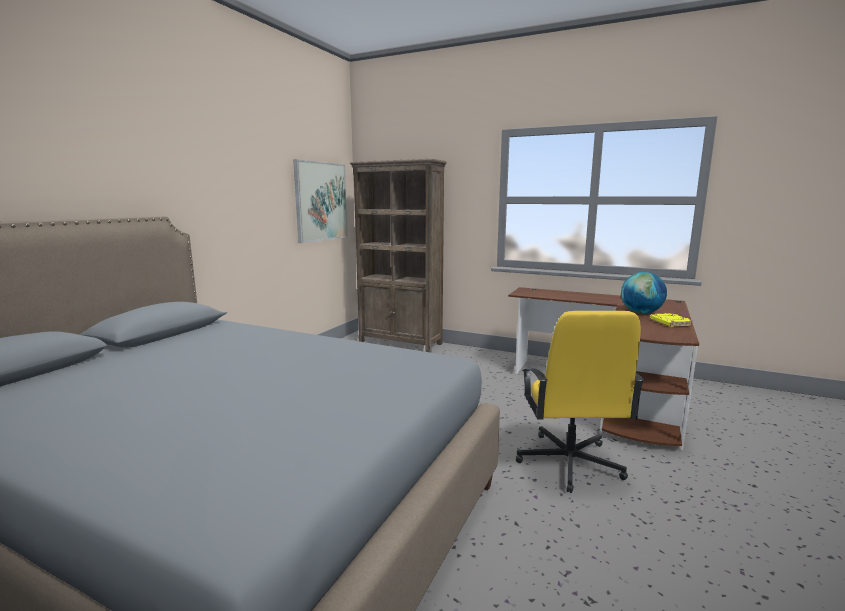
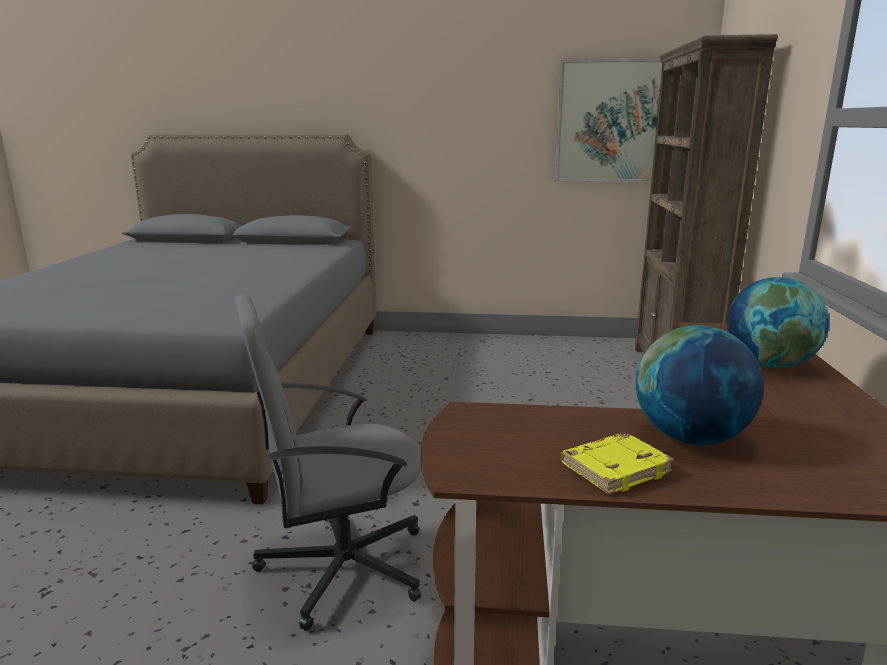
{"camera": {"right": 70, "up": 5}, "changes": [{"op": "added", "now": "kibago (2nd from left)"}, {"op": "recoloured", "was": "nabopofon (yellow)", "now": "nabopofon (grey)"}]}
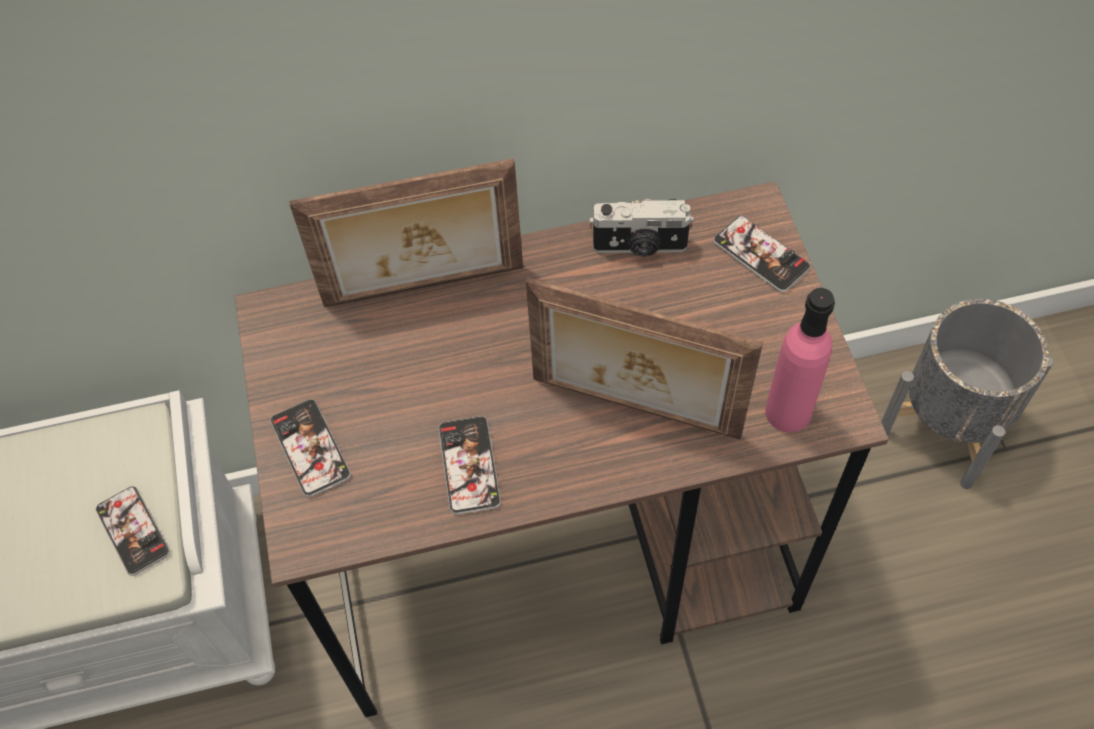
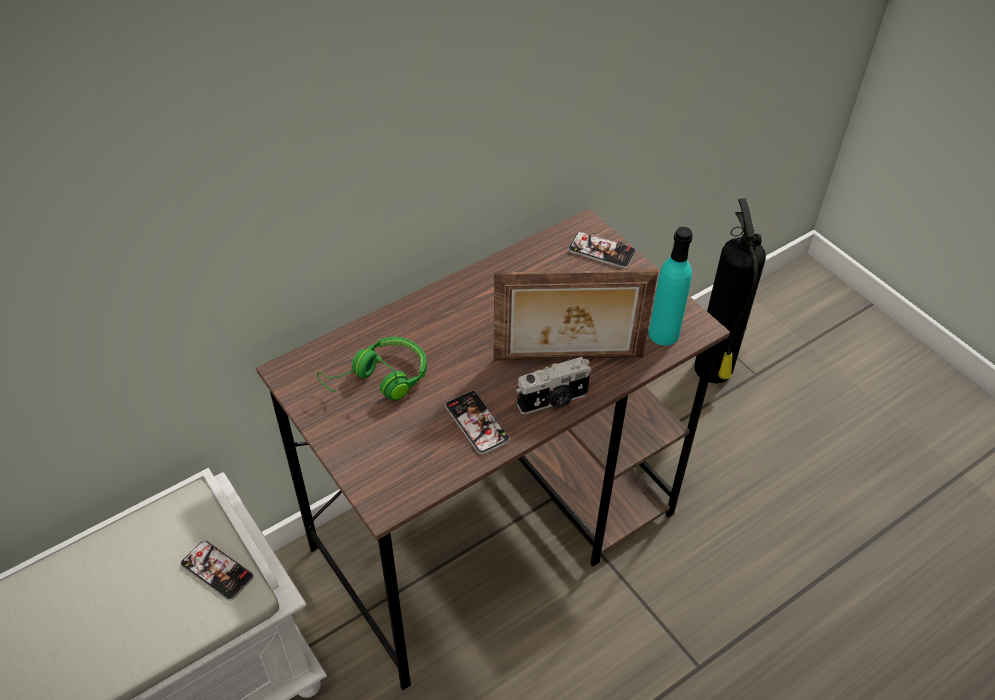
{"camera": {"right": -25, "up": -10}, "changes": [{"op": "removed", "was": "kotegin (2nd from left)"}, {"op": "removed", "was": "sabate (1st from left)"}, {"op": "added", "now": "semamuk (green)"}, {"op": "moved", "was": "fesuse"}, {"op": "replaced", "was": "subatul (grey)", "now": "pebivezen"}, {"op": "recoloured", "was": "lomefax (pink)", "now": "lomefax (turquoise)"}]}
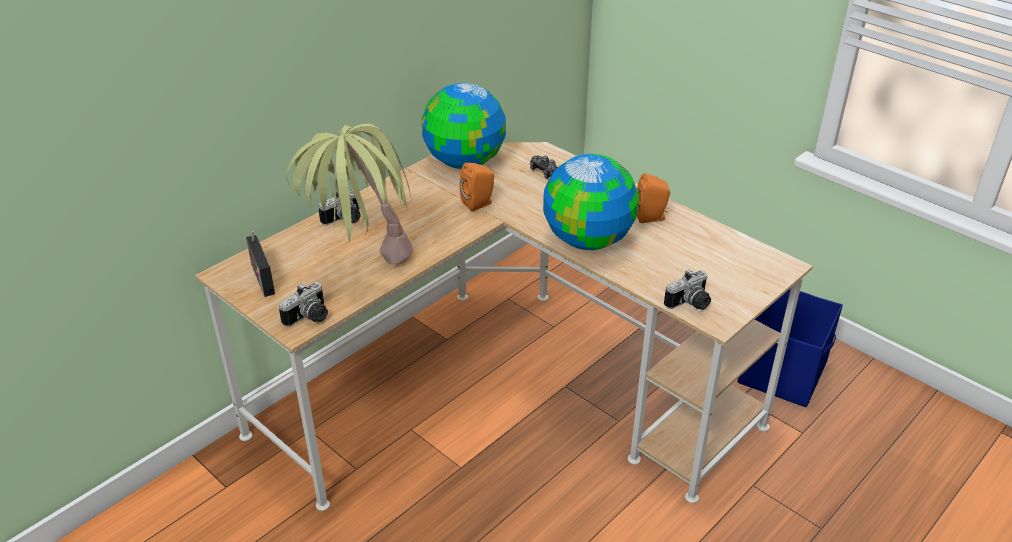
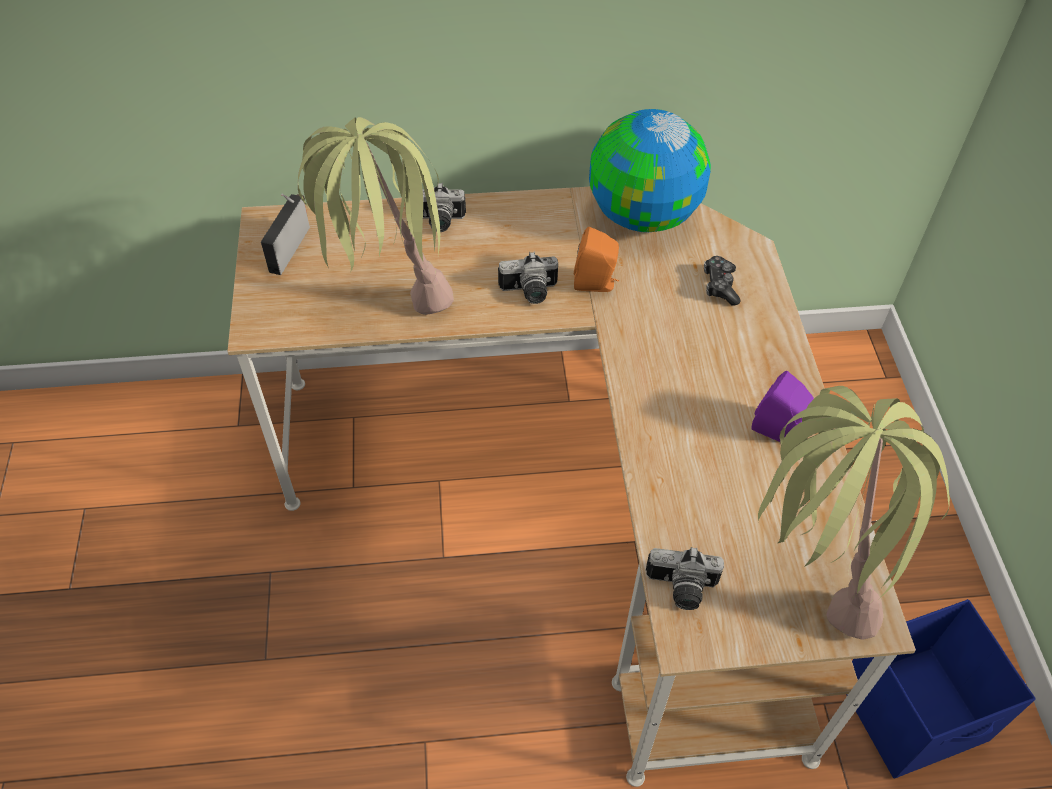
{"camera": {"right": 40, "up": 15}, "changes": [{"op": "removed", "was": "kibago (2nd from left)"}, {"op": "added", "now": "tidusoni (2nd from left)"}, {"op": "moved", "was": "fesuse (1st from left in the first image)", "now": "fesuse (2nd from left)"}, {"op": "recoloured", "was": "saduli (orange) (2nd from left)", "now": "saduli (purple)"}]}
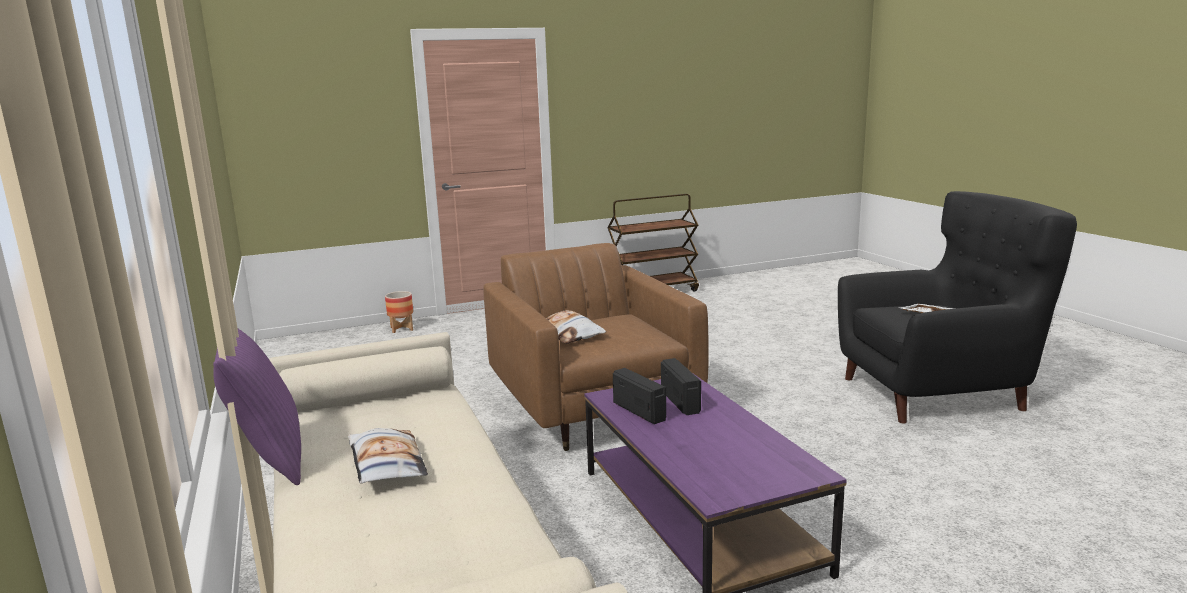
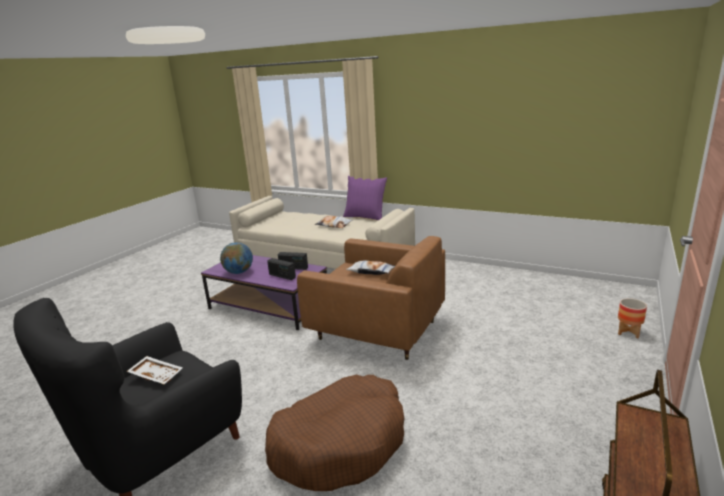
{"camera": {"right": 140, "up": 5}, "changes": [{"op": "added", "now": "kibago"}, {"op": "added", "now": "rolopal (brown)"}]}
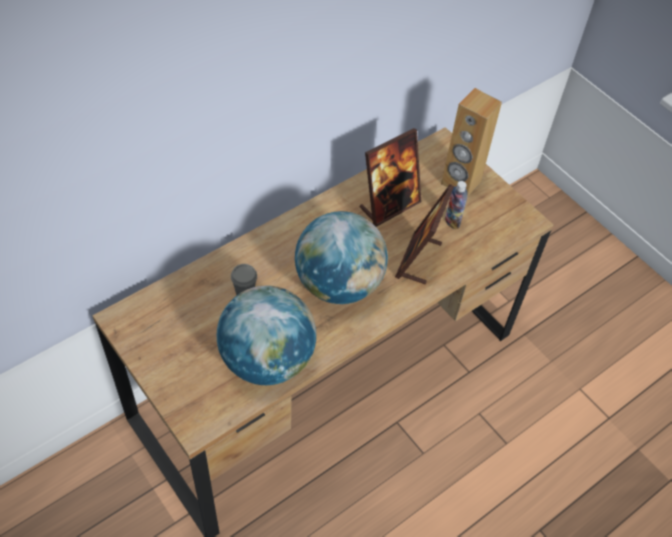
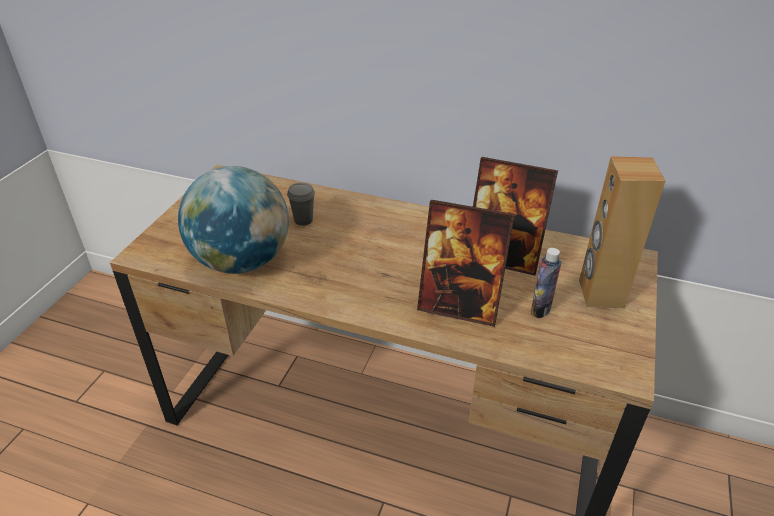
{"camera": {"right": 60, "up": -15}, "changes": [{"op": "removed", "was": "kibago (2nd from left)"}, {"op": "turned", "was": "sabate (2nd from left in the first image)", "clockwise": -150}]}
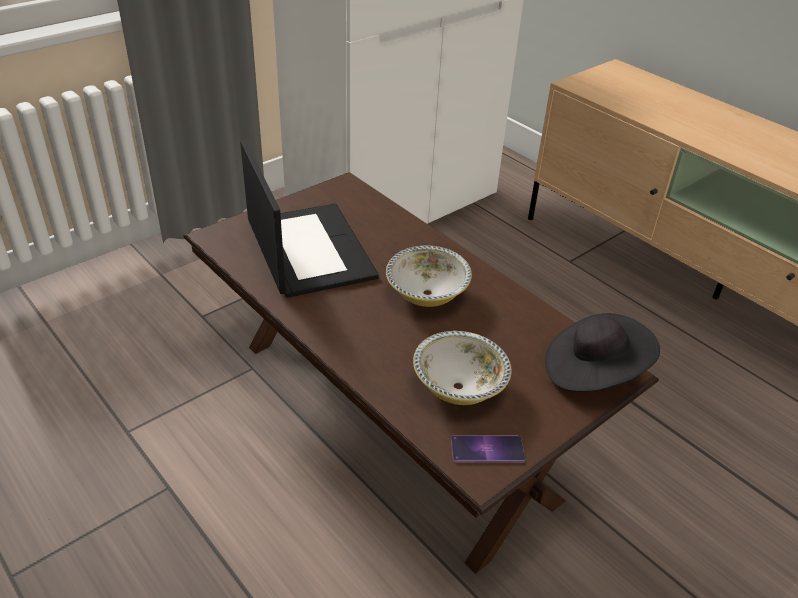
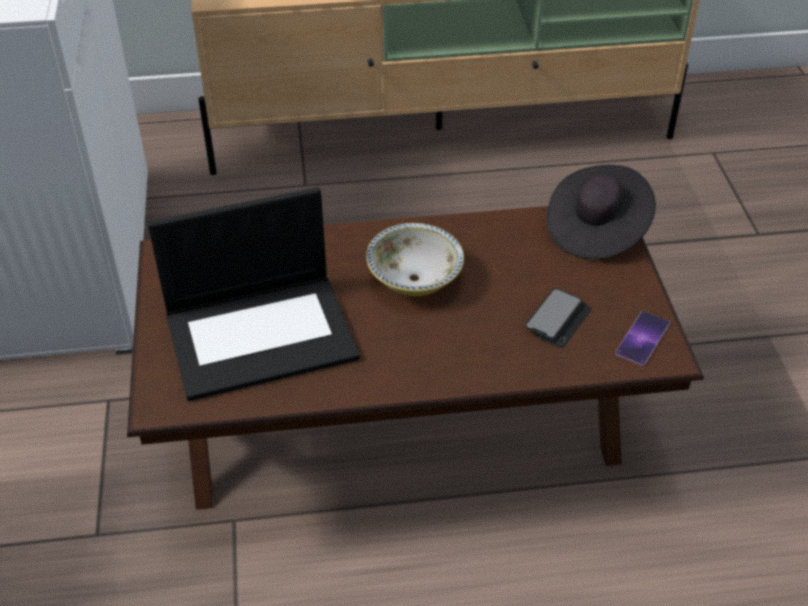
{"camera": {"right": -55, "up": 5}, "changes": [{"op": "replaced", "was": "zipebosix (2nd from left)", "now": "kotegin (1st from left)"}, {"op": "turned", "was": "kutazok", "clockwise": 150}]}
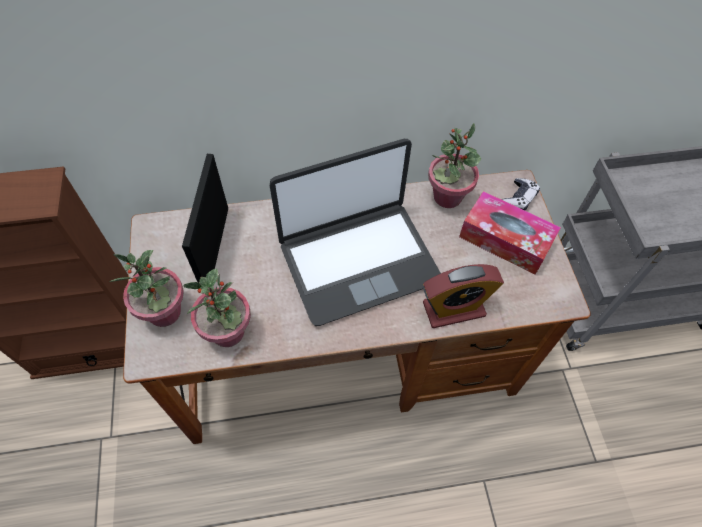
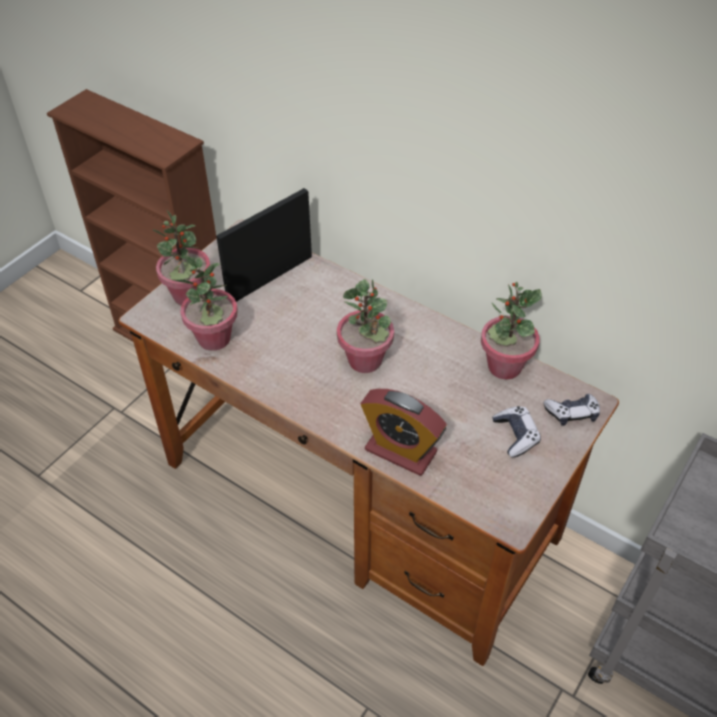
{"camera": {"right": 45, "up": -10}, "changes": [{"op": "replaced", "was": "kutazok", "now": "tidusoni (3rd from left)"}, {"op": "replaced", "was": "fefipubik", "now": "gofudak (1st from left)"}]}
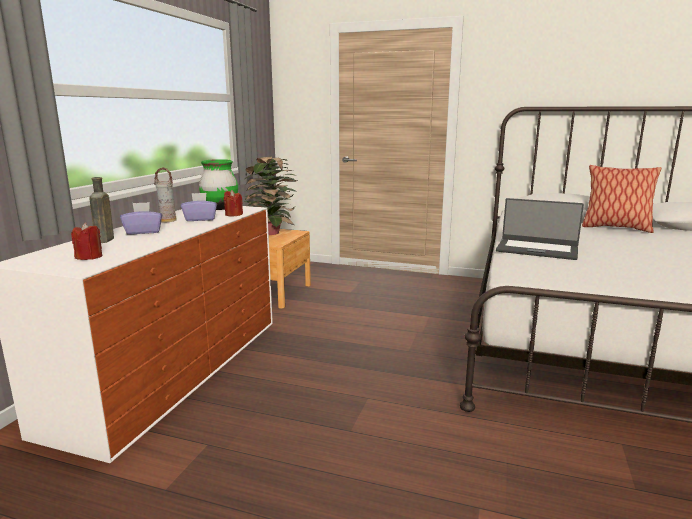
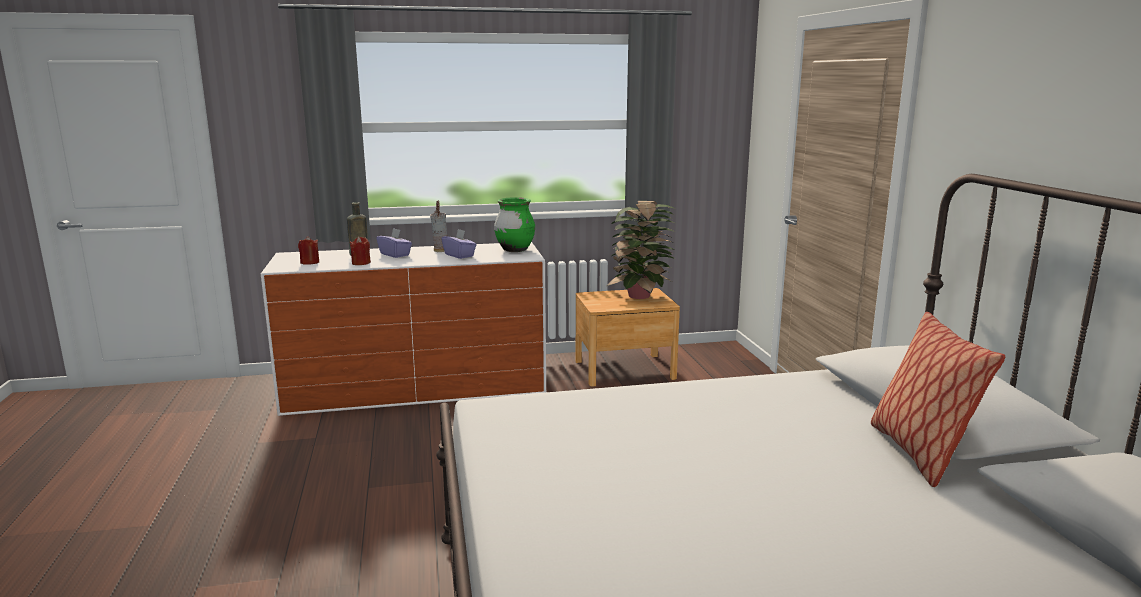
{"camera": {"right": 60, "up": 0}, "changes": [{"op": "removed", "was": "kutazok"}, {"op": "moved", "was": "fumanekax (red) (2nd from left)"}]}
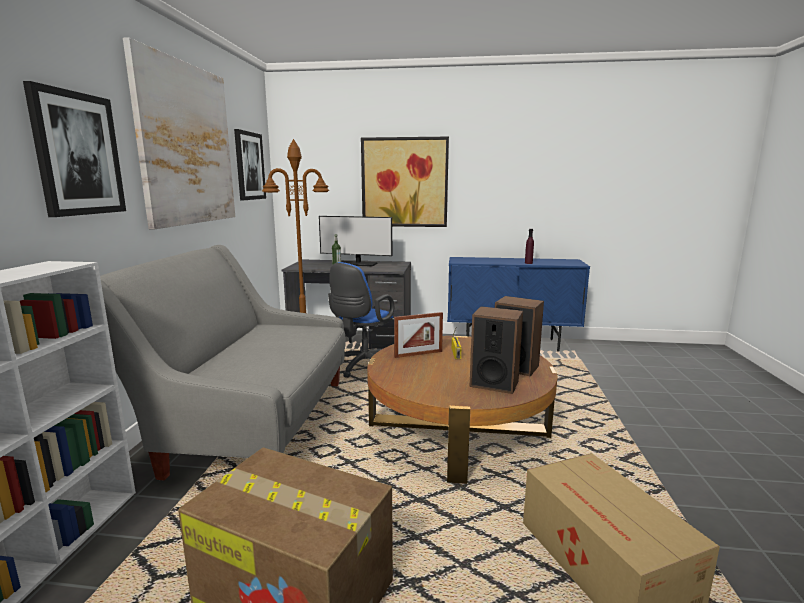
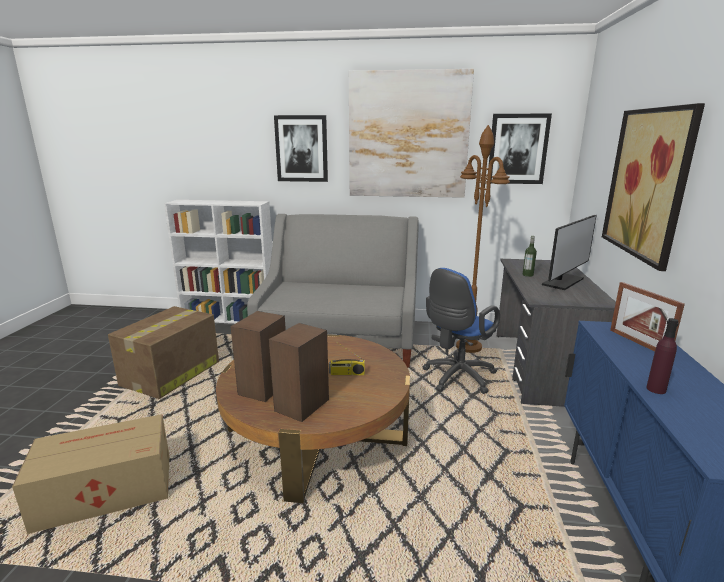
{"camera": {"right": 90, "up": 5}, "changes": [{"op": "moved", "was": "sabate"}, {"op": "turned", "was": "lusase", "clockwise": -150}, {"op": "turned", "was": "nabopofon (blue)", "clockwise": -75}]}
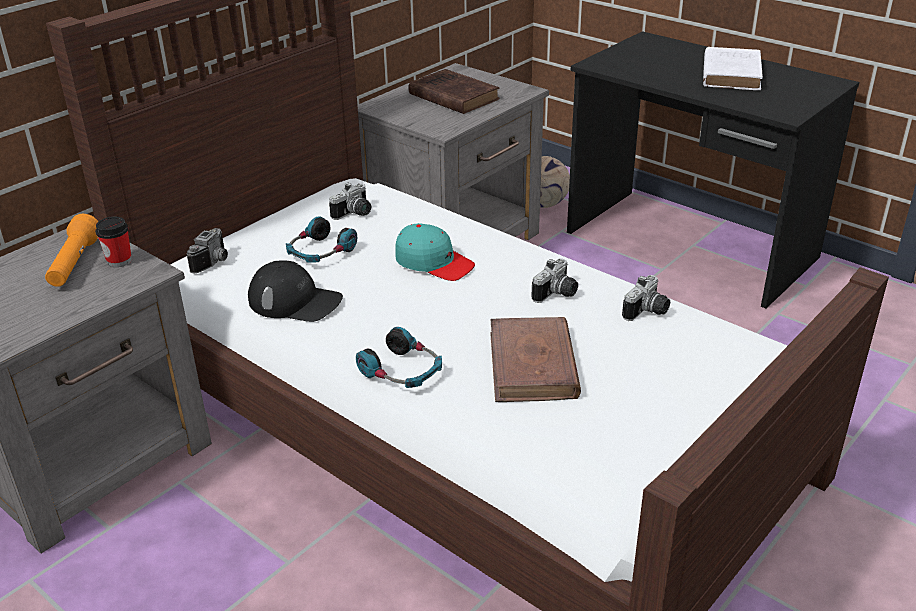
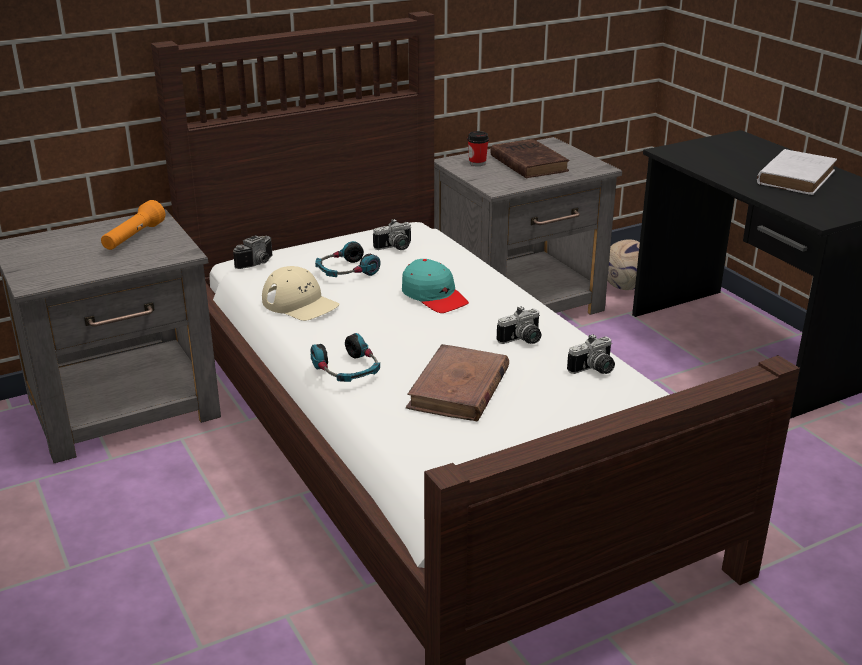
{"camera": {"right": 20, "up": -5}, "changes": [{"op": "moved", "was": "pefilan"}, {"op": "recoloured", "was": "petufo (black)", "now": "petufo (beige)"}]}
